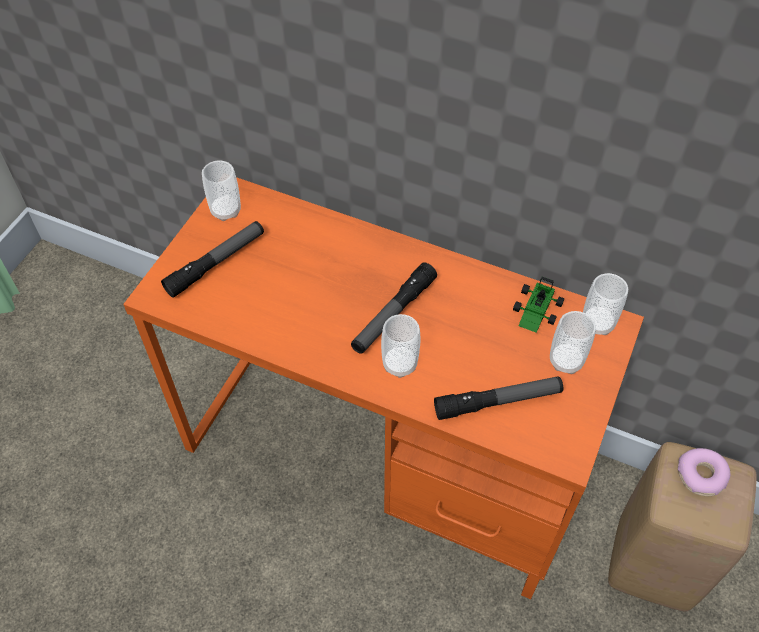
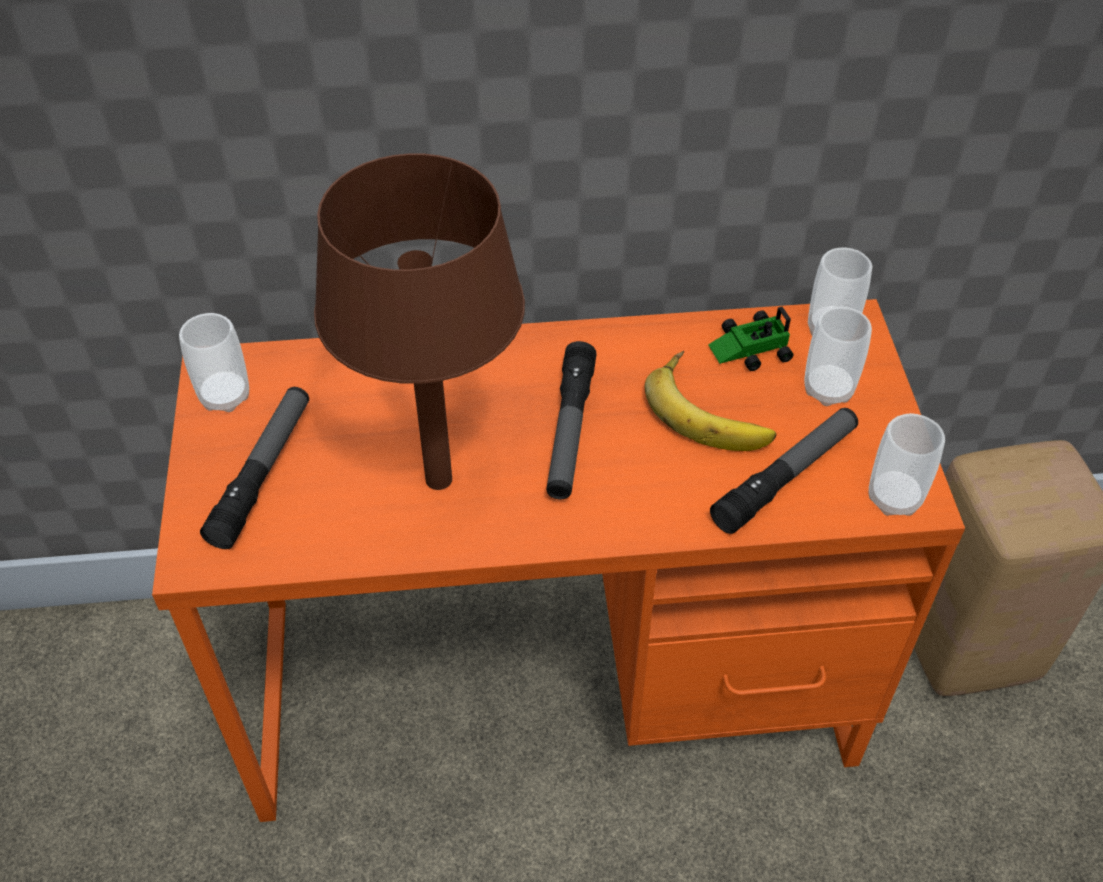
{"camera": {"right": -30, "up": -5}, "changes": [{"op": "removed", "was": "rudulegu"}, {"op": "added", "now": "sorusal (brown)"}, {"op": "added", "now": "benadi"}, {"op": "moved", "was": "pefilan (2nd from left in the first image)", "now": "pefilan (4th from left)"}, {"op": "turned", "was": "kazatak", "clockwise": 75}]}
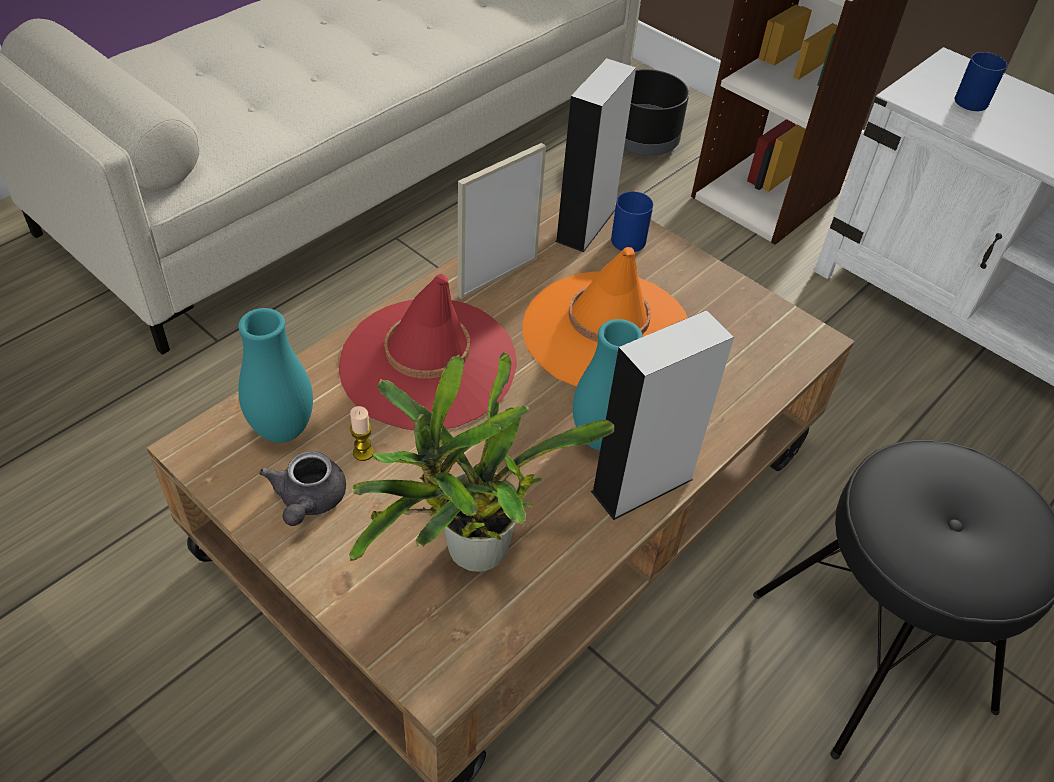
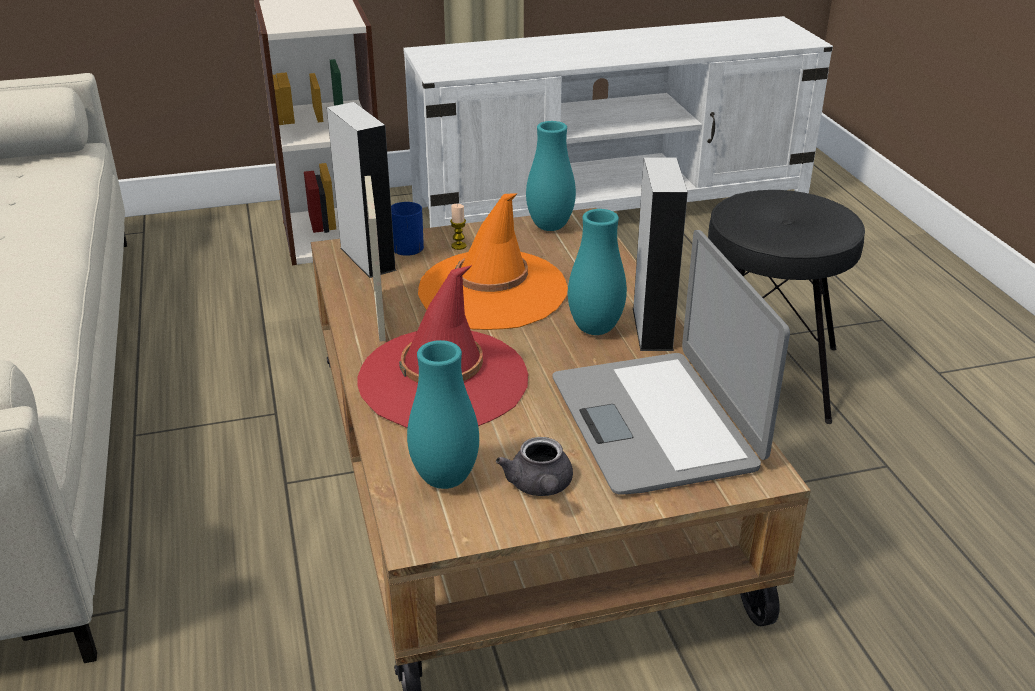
{"camera": {"right": -55, "up": -15}, "changes": [{"op": "removed", "was": "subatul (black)"}, {"op": "removed", "was": "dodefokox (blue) (2nd from left)"}, {"op": "added", "now": "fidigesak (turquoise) (2nd from left)"}, {"op": "moved", "was": "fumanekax"}, {"op": "replaced", "was": "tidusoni", "now": "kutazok"}, {"op": "turned", "was": "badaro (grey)", "clockwise": 45}]}
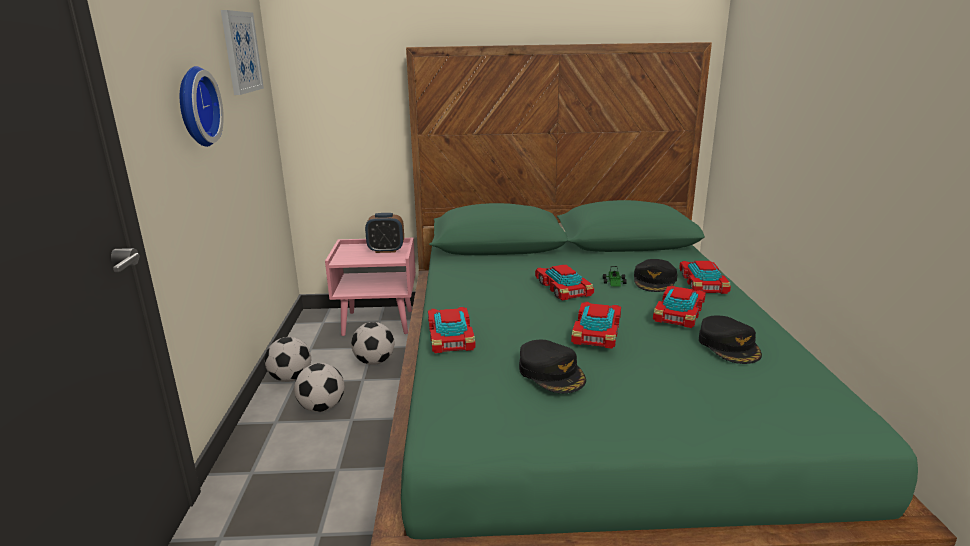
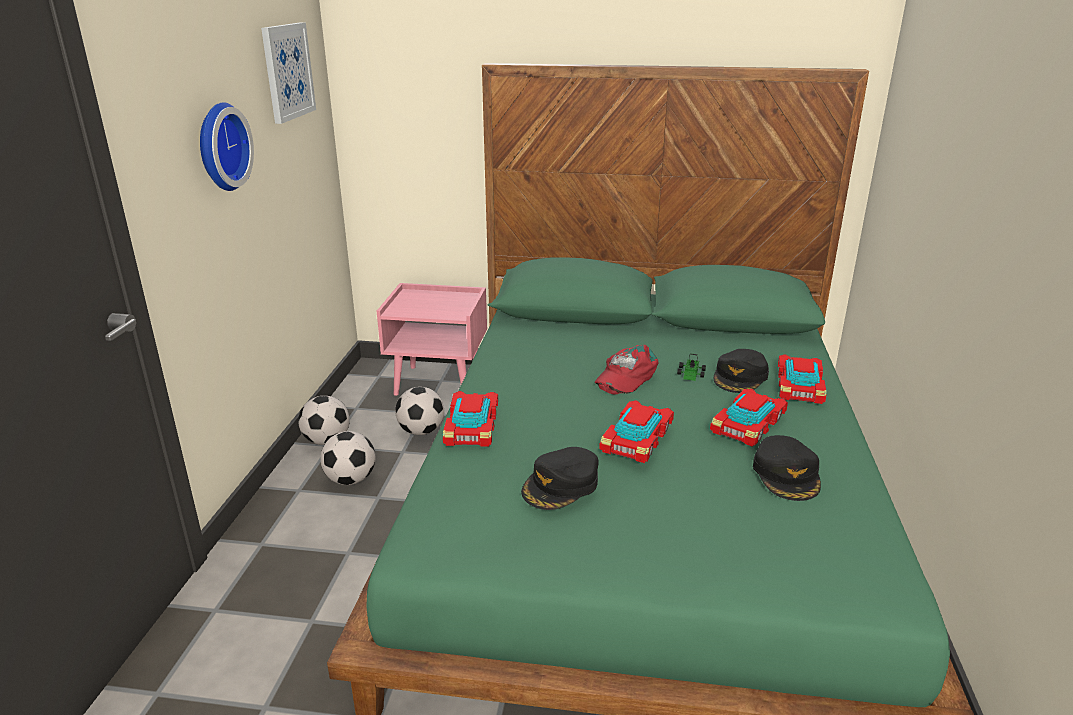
{"camera": {"right": 10, "up": 5}, "changes": [{"op": "removed", "was": "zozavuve"}, {"op": "replaced", "was": "kazatak (2nd from left)", "now": "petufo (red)"}, {"op": "turned", "was": "petufo (black) (1st from left)", "clockwise": 60}]}
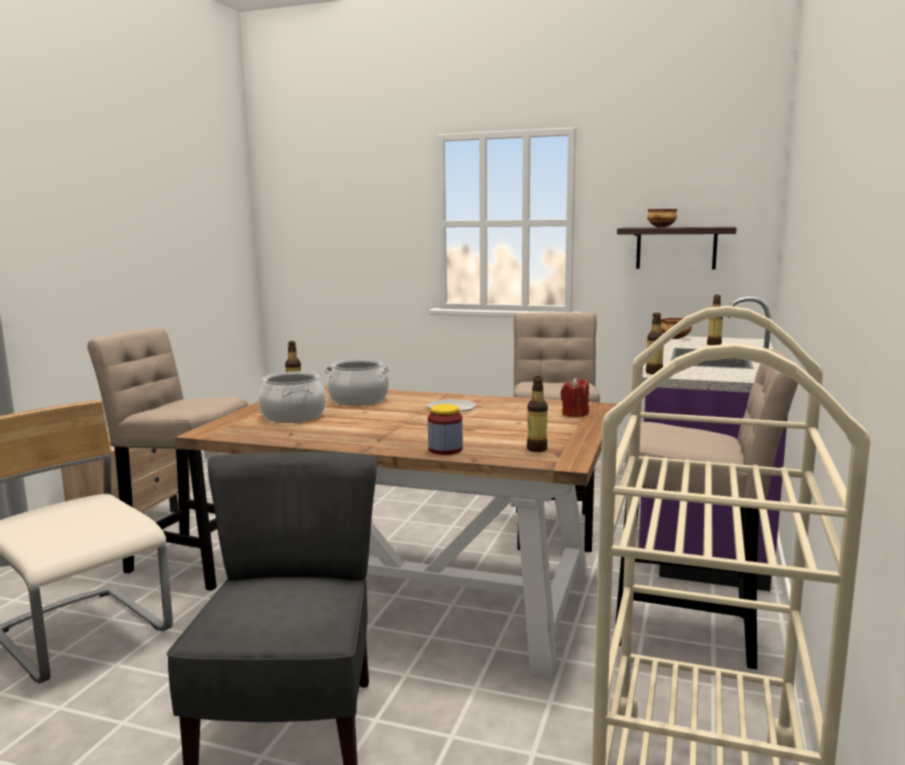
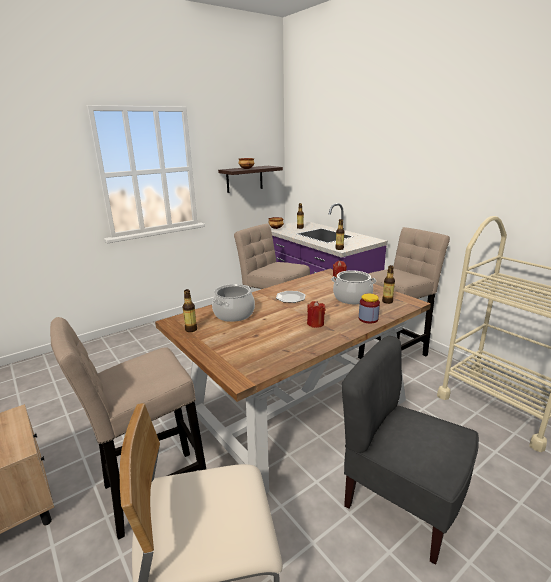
{"camera": {"right": -55, "up": 10}, "changes": [{"op": "added", "now": "fumanekax (red) (1st from left)"}, {"op": "moved", "was": "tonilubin (1st from left in the first image)", "now": "tonilubin (2nd from left)"}]}
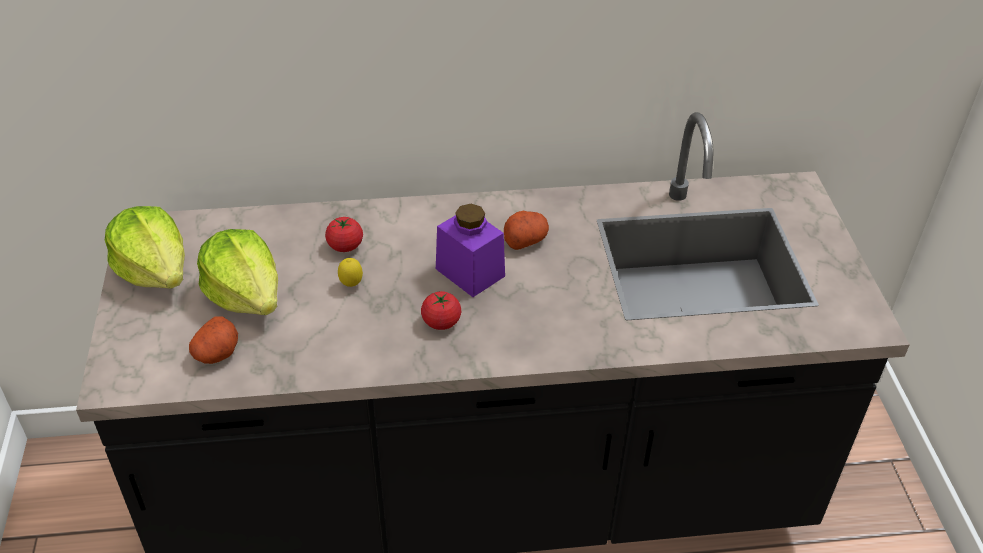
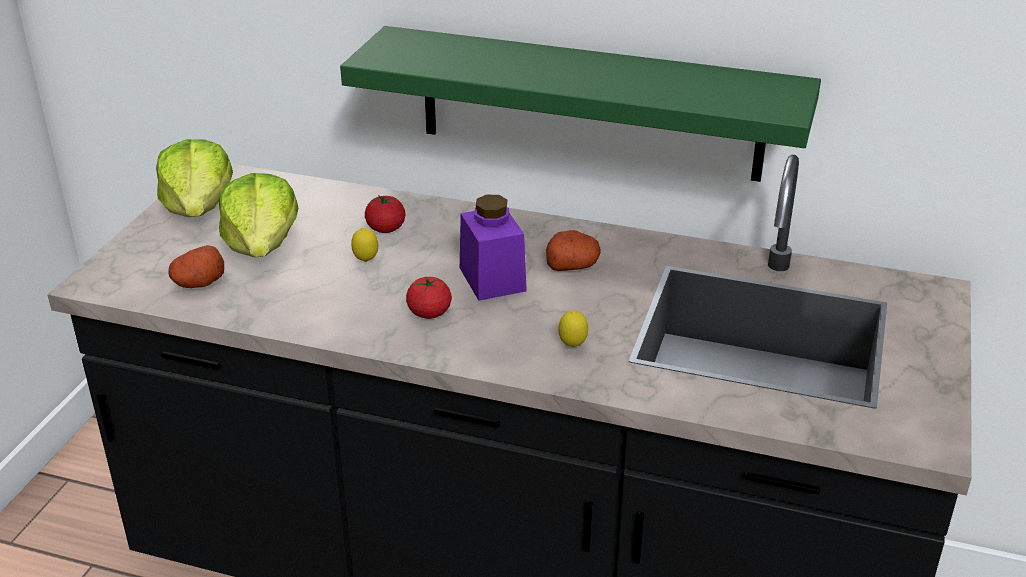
{"camera": {"right": 25, "up": -10}, "changes": [{"op": "added", "now": "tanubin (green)"}, {"op": "added", "now": "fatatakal (2nd from left)"}]}
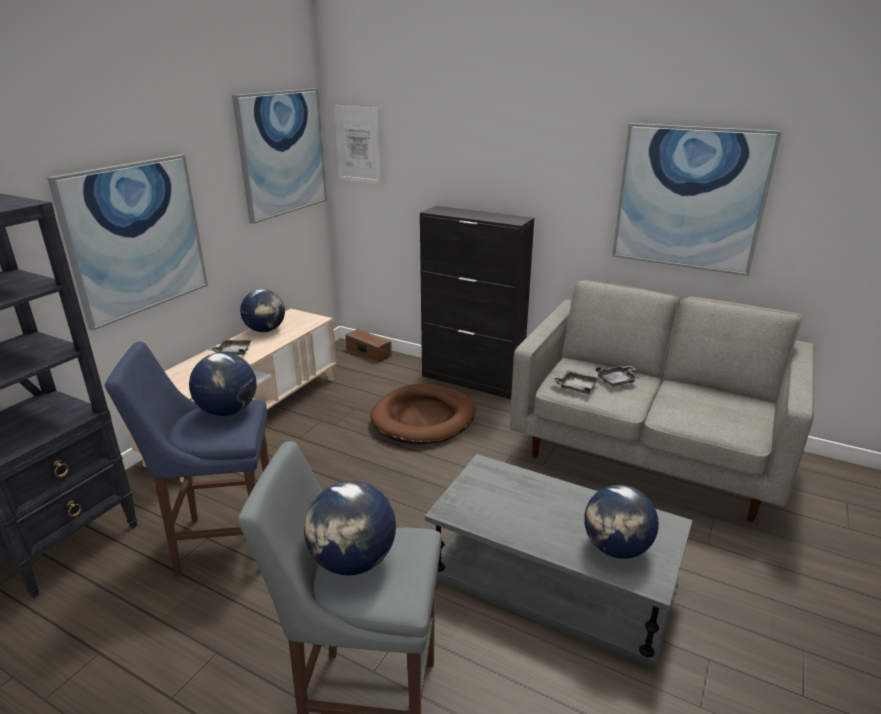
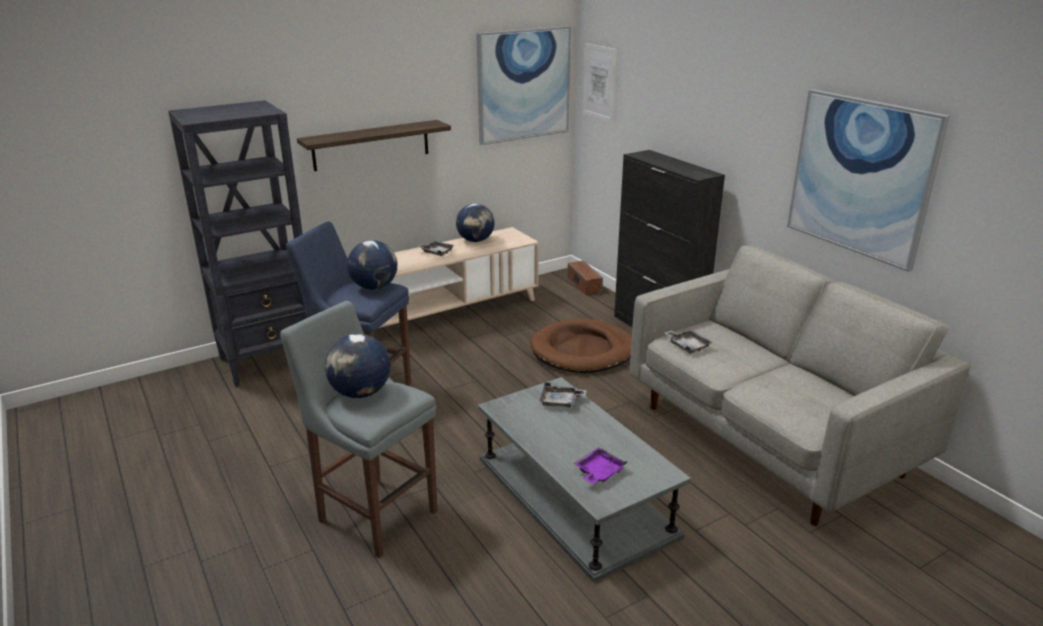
{"camera": {"right": 30, "up": 0}, "changes": [{"op": "moved", "was": "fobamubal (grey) (3rd from left in the first image)", "now": "fobamubal (grey) (2nd from left)"}, {"op": "replaced", "was": "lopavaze (1st from left)", "now": "tanubin"}, {"op": "replaced", "was": "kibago (4th from left)", "now": "fobamubal (purple)"}]}
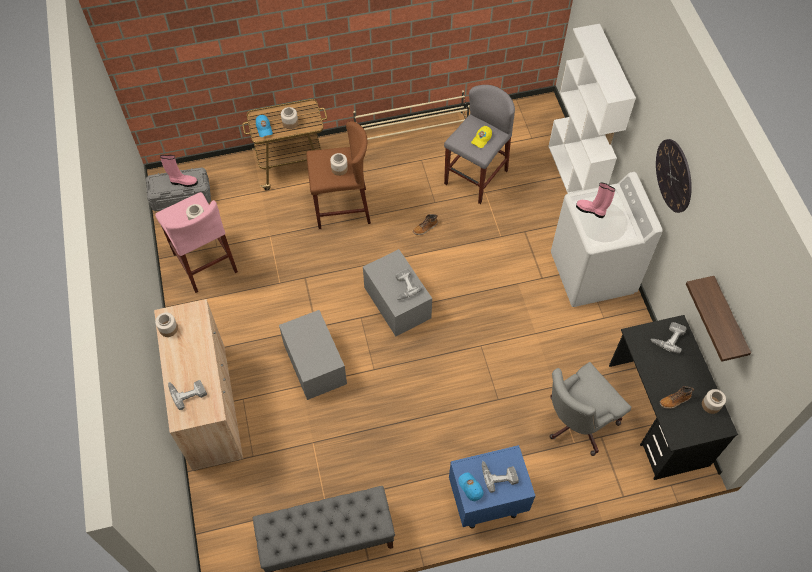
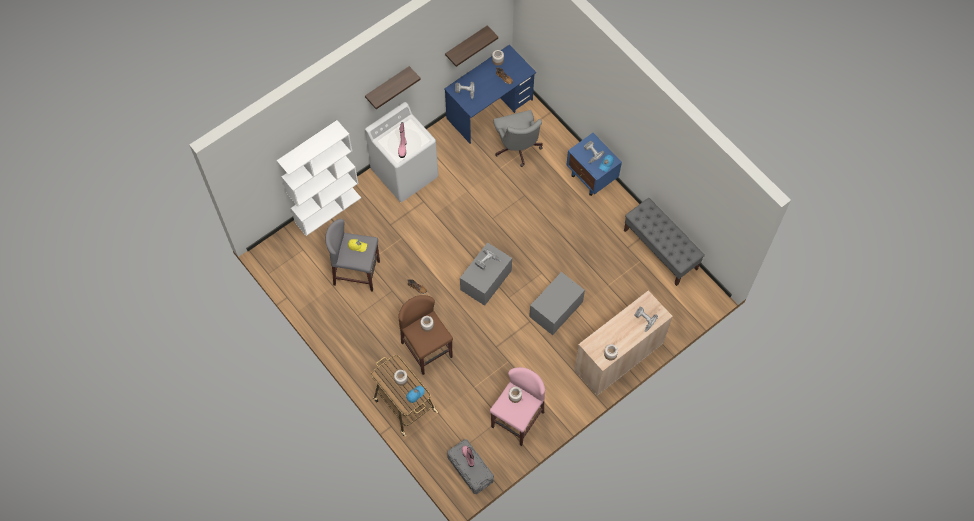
{"camera": {"right": -115, "up": 5}, "changes": [{"op": "removed", "was": "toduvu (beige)"}, {"op": "replaced", "was": "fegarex", "now": "tanubin (1st from left)"}, {"op": "recoloured", "was": "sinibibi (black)", "now": "sinibibi (blue)"}, {"op": "turned", "was": "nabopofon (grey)", "clockwise": 45}]}
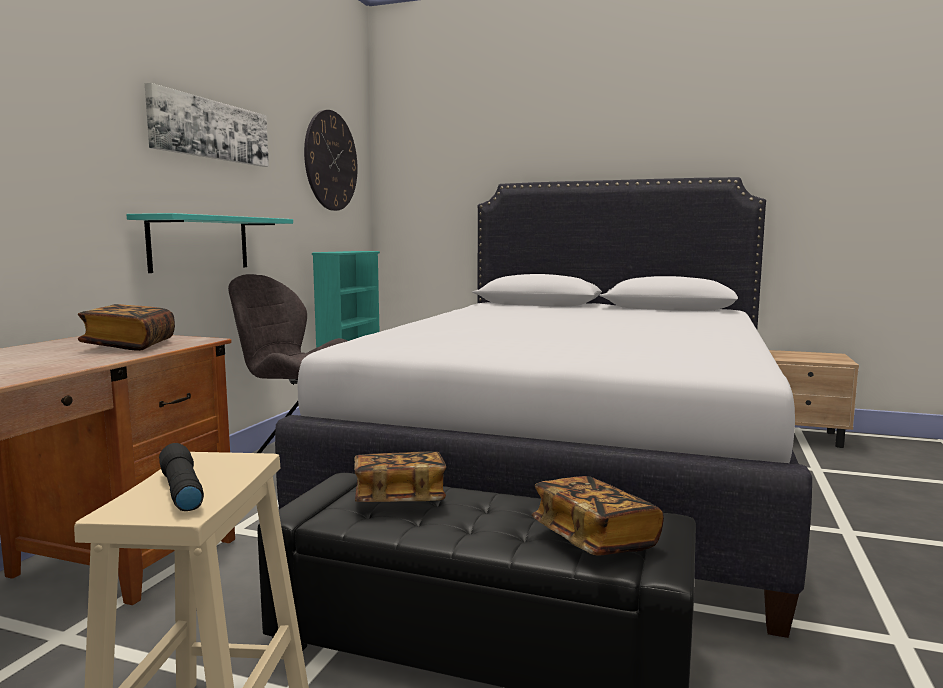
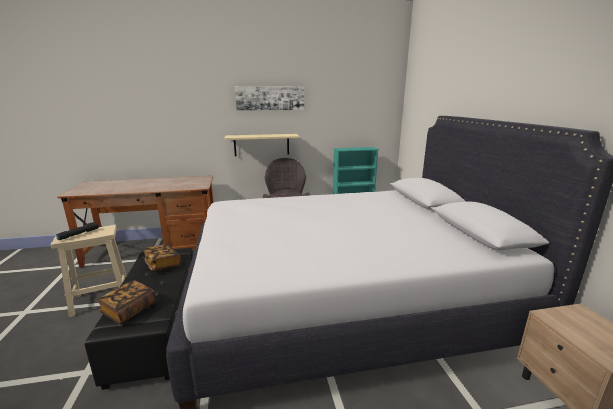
{"camera": {"right": 60, "up": 10}, "changes": [{"op": "removed", "was": "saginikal (1st from left)"}, {"op": "removed", "was": "fegarex"}, {"op": "recoloured", "was": "tanubin (turquoise)", "now": "tanubin (beige)"}]}
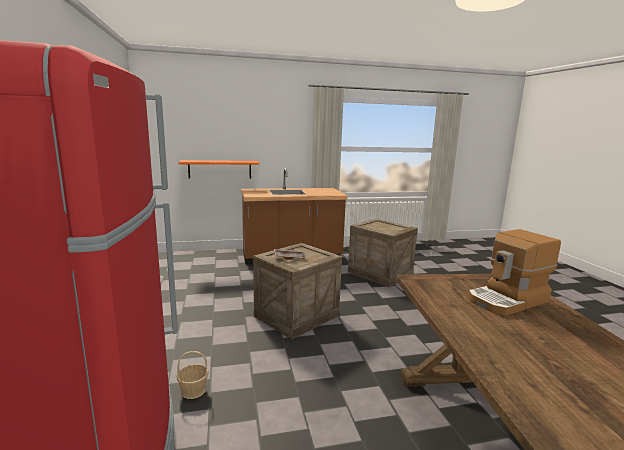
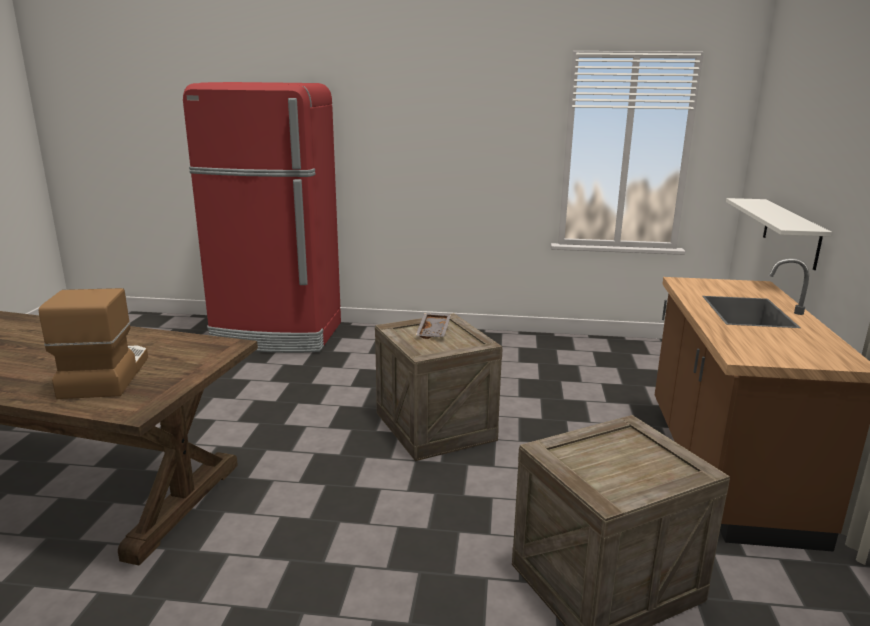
{"camera": {"right": 110, "up": 5}, "changes": [{"op": "removed", "was": "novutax"}, {"op": "recoloured", "was": "tanubin (orange)", "now": "tanubin (white)"}]}
